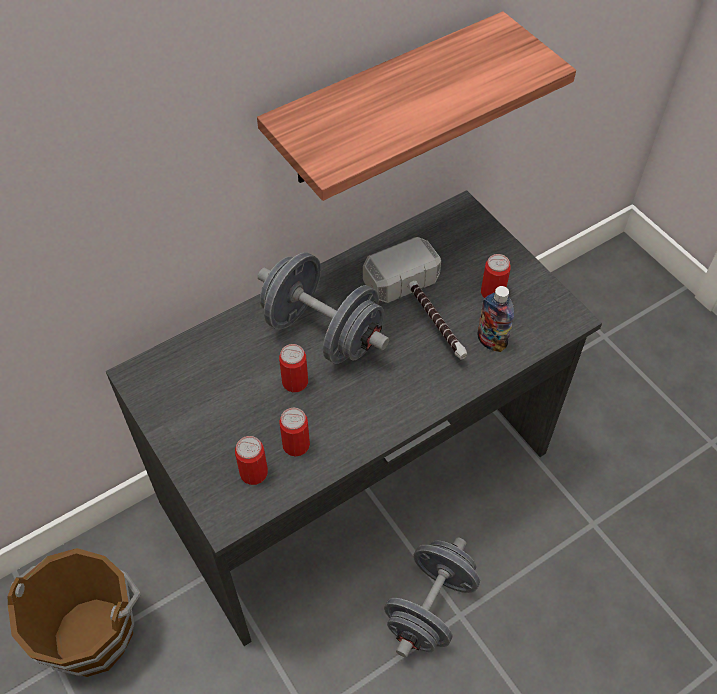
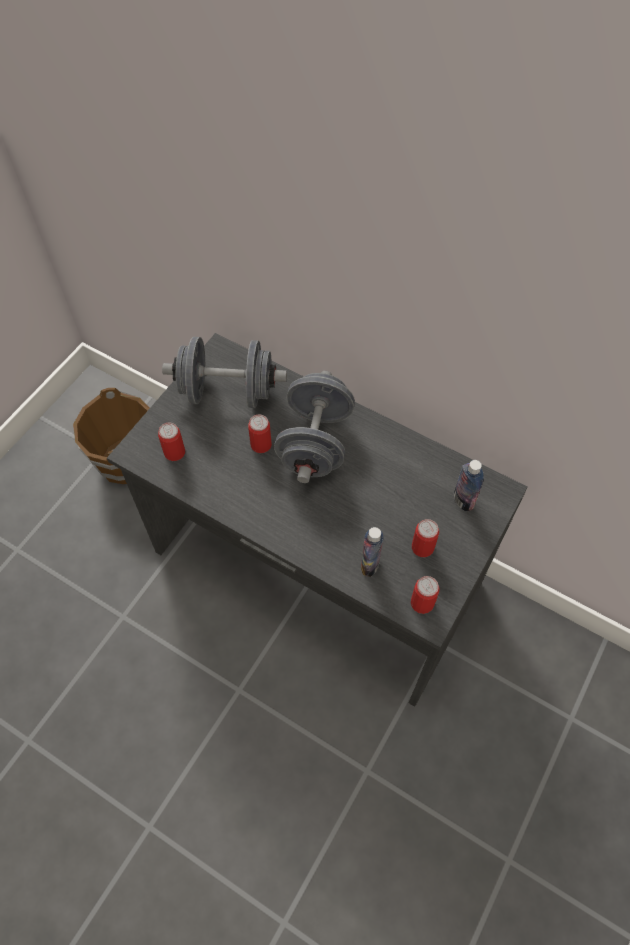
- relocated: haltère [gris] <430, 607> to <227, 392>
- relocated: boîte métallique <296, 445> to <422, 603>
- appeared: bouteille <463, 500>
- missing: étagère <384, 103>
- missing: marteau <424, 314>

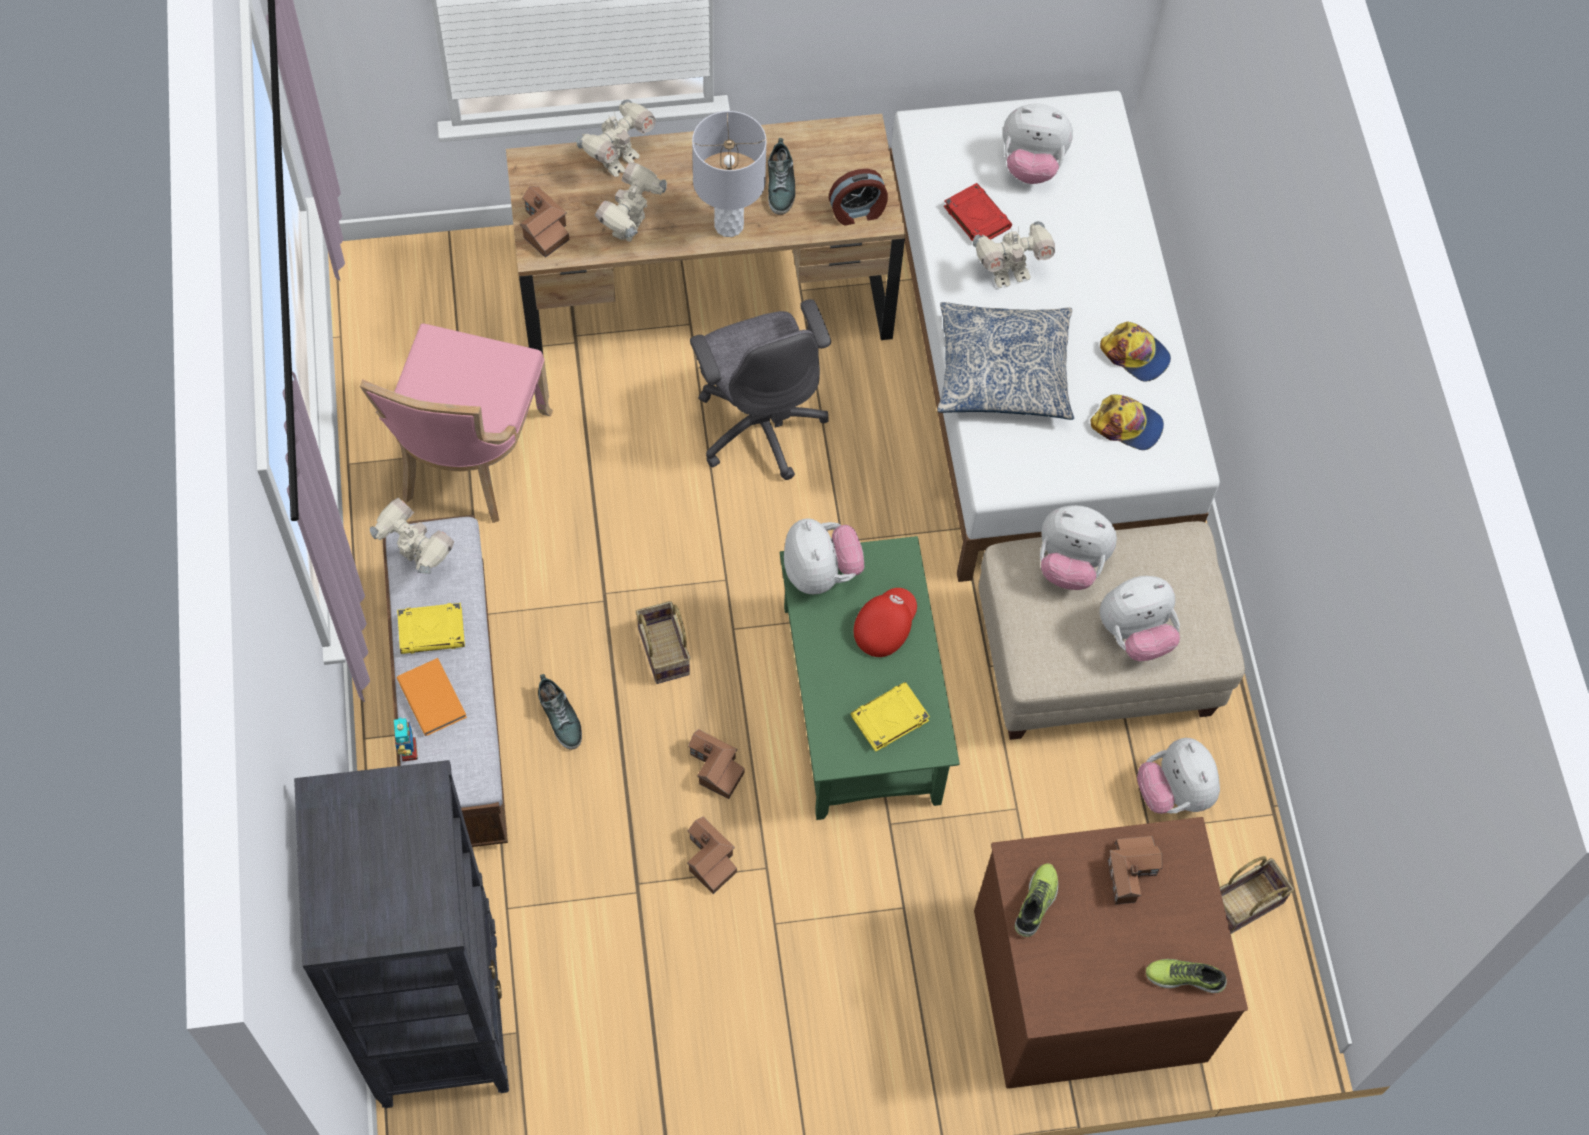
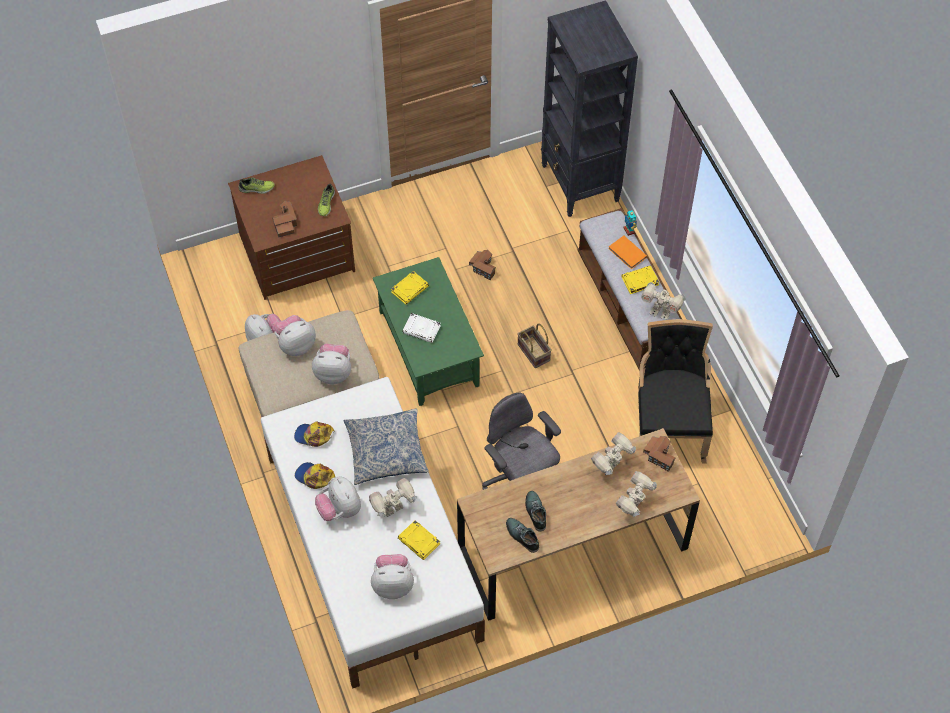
- relocated: peluche <821, 572> to <340, 509>
- colour: livre [rouge] <976, 217> to livre [jaune] <419, 541>
- exchanged: casquette [rouge] <884, 627> to livre [blanc] <422, 329>
- relocated: chaussure <560, 717> to <522, 536>
- spun: robot jouet <632, 228> = <611, 467> 150 degrees counterclockwise
- colour: chaise [rose] <469, 459> to chaise [noir] <668, 426>
- missing: maison miniature <714, 768>
- missing: lampe de table [gris] <729, 225>
- missing: réveil <857, 212>
- missing: panier <1245, 905>

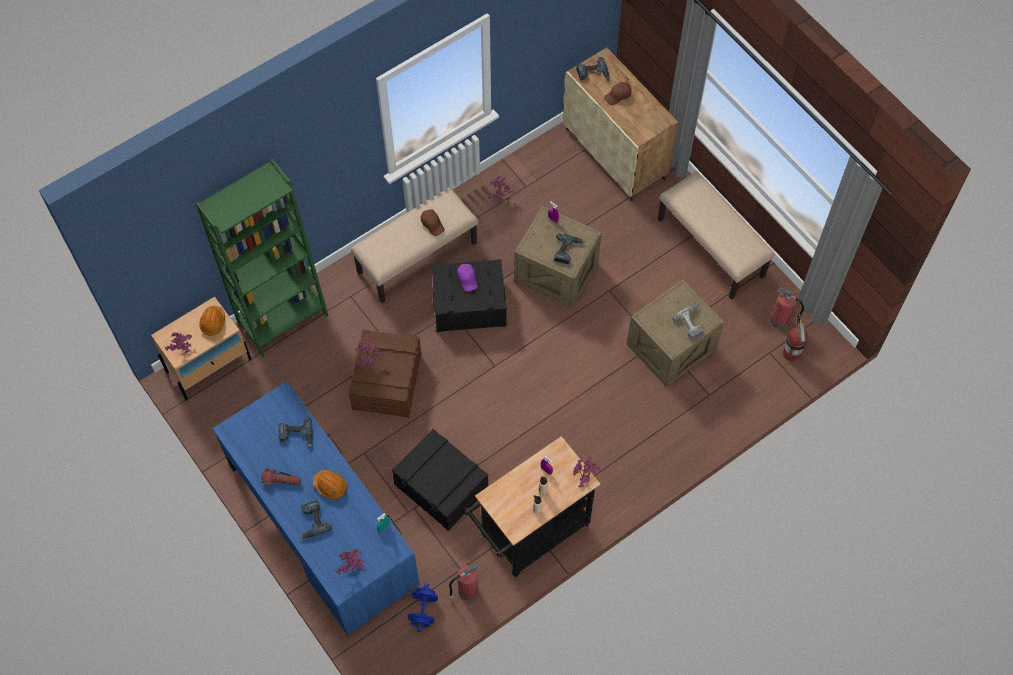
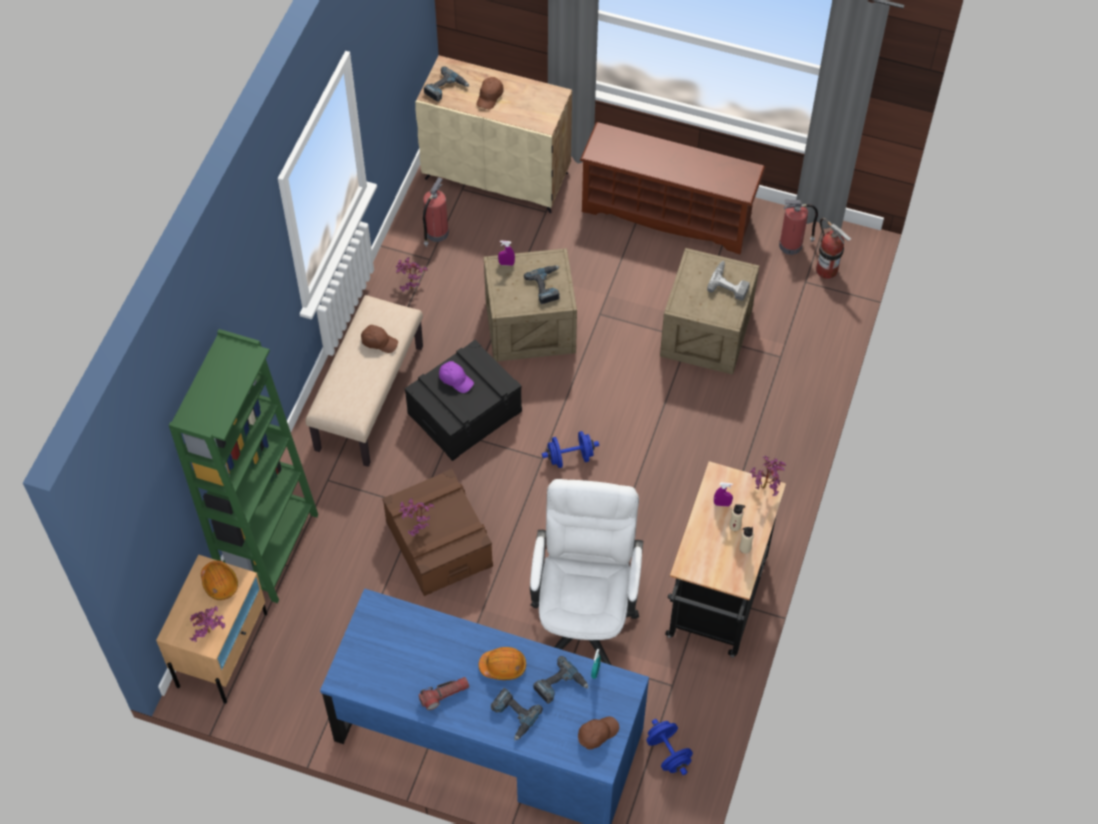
- relocated: extincteur <467, 590> to <436, 233>
- exchanged: boîte de rangement [noir] <441, 486> to chaise de bureau [blanc] <584, 614>
- relocated: perceuse <296, 435> to <560, 685>
- appeared: haltère [bleu] <570, 457>
- exchanged: plante en pot <353, 567> to casquette [marron] <597, 733>
- exchanged: banc [beige] <711, 248> to étagère à chaussures [marron] <668, 214>

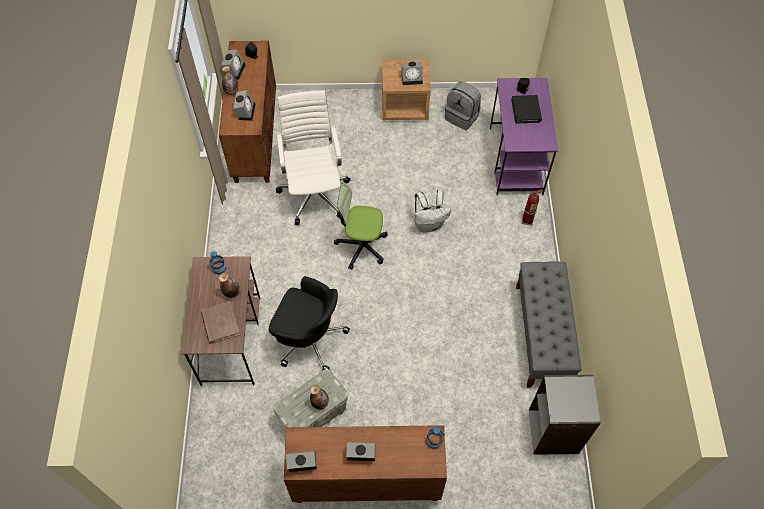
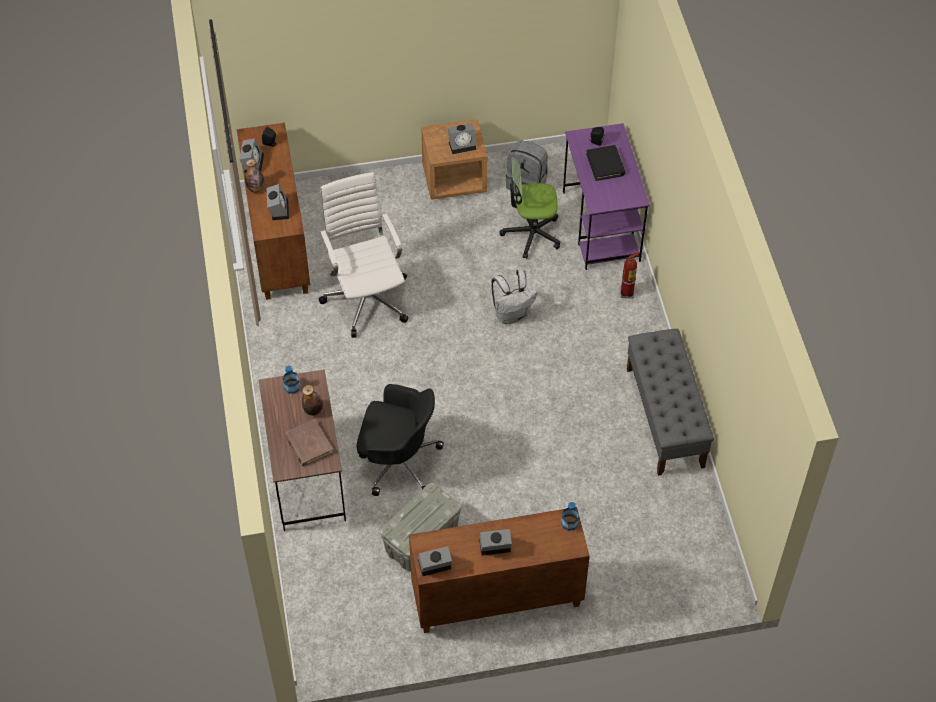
- relocated: chaise de bureau <362, 246> to <531, 233>
- missing: bouteille <320, 403>
- missing: bibliothèque [gris] <554, 431>

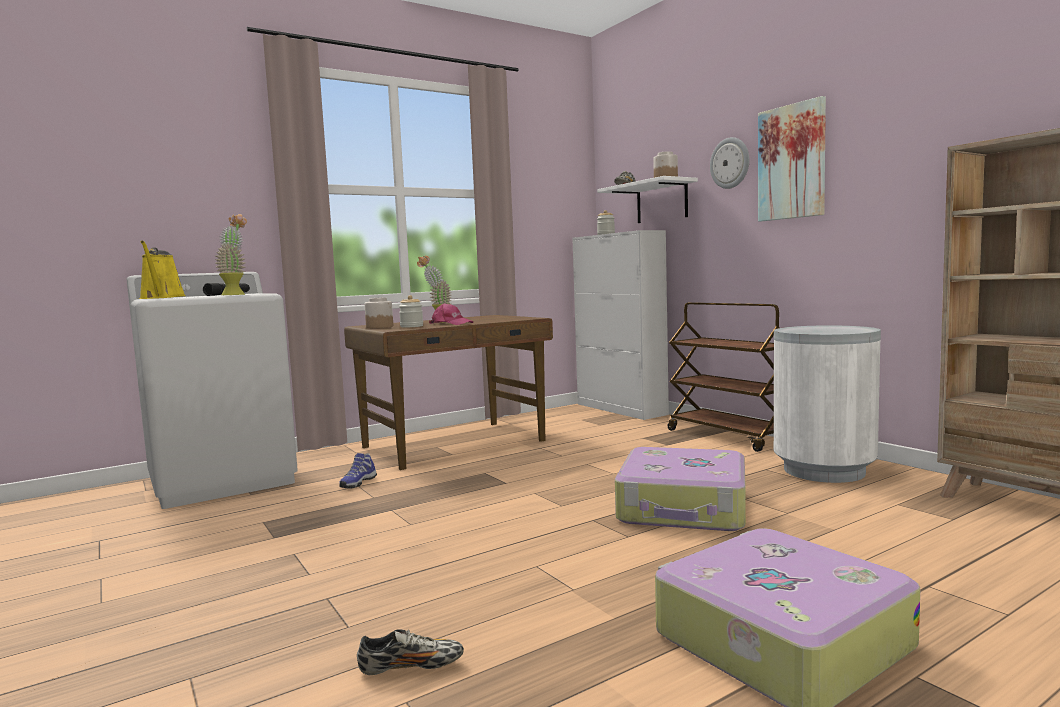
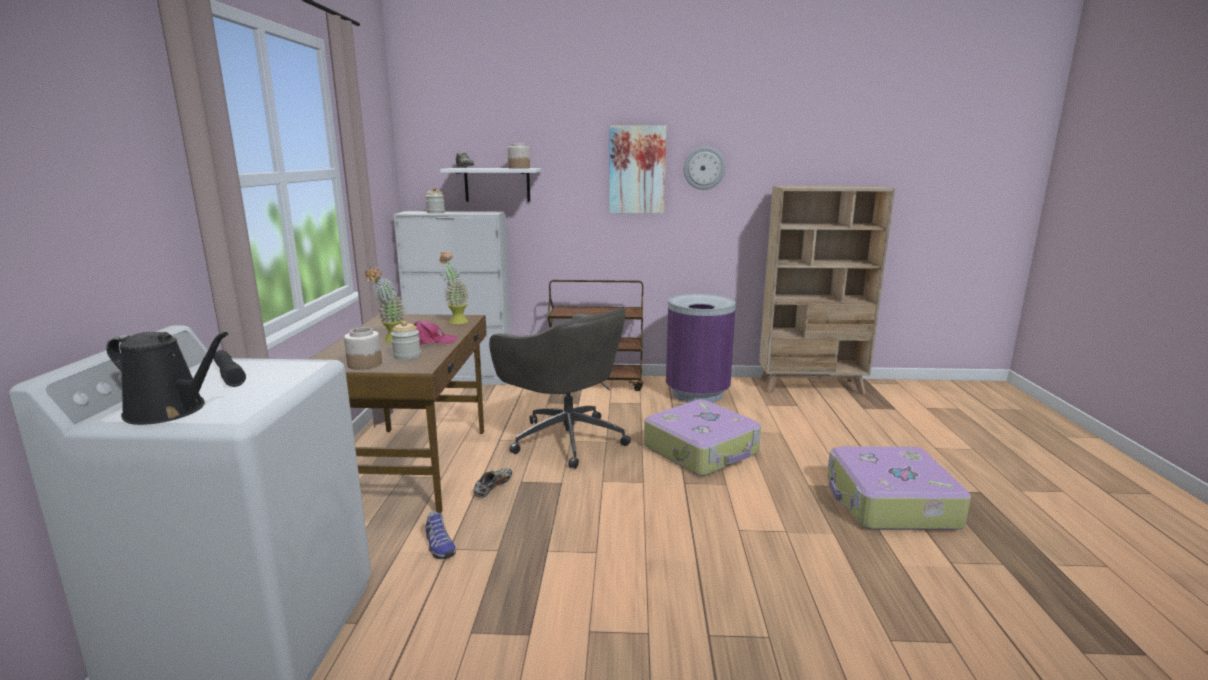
- colour: arrosoir [jaune] <161, 298> to arrosoir [noir] <171, 411>
- relocated: plante en pot <236, 294> to <455, 321>
- relocated: chaussure <411, 668> to <493, 488>
- appeared: chaise de bureau [gris] <566, 438>
- colour: poubelle [blanc] <824, 470> to poubelle [violet] <697, 394>
- relocated: horloge murale <730, 163> to <704, 168>

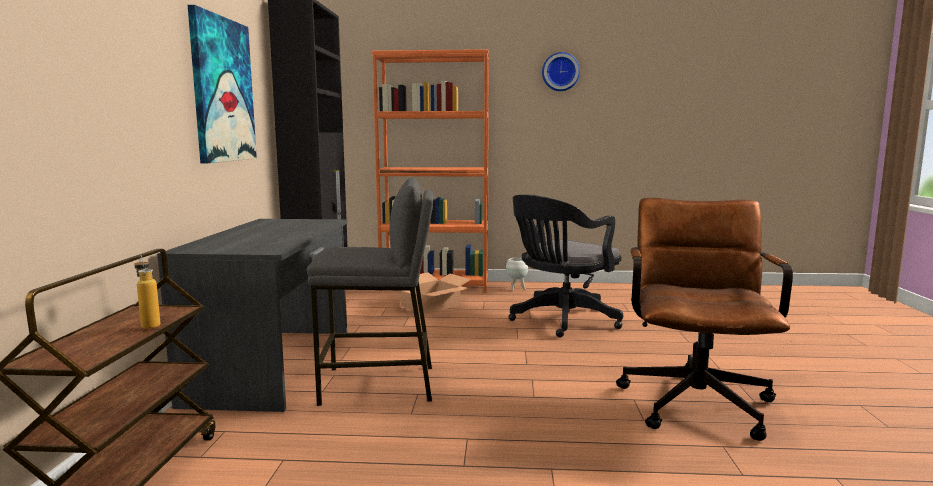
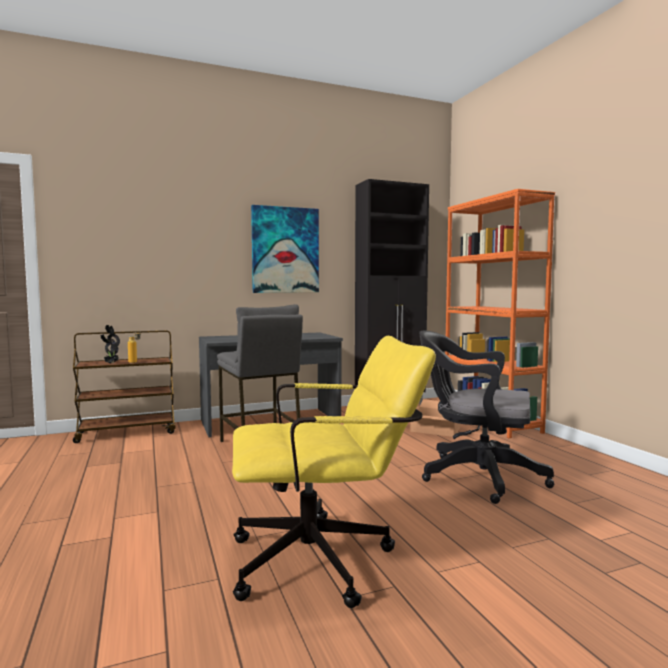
- appeared: plante en pot <111, 363>
- colour: chaise de bureau [marron] <695, 398> to chaise de bureau [jaune] <326, 559>
- missing: cache-pot [blanc] <516, 289>
- missing: horloge murale <560, 72>

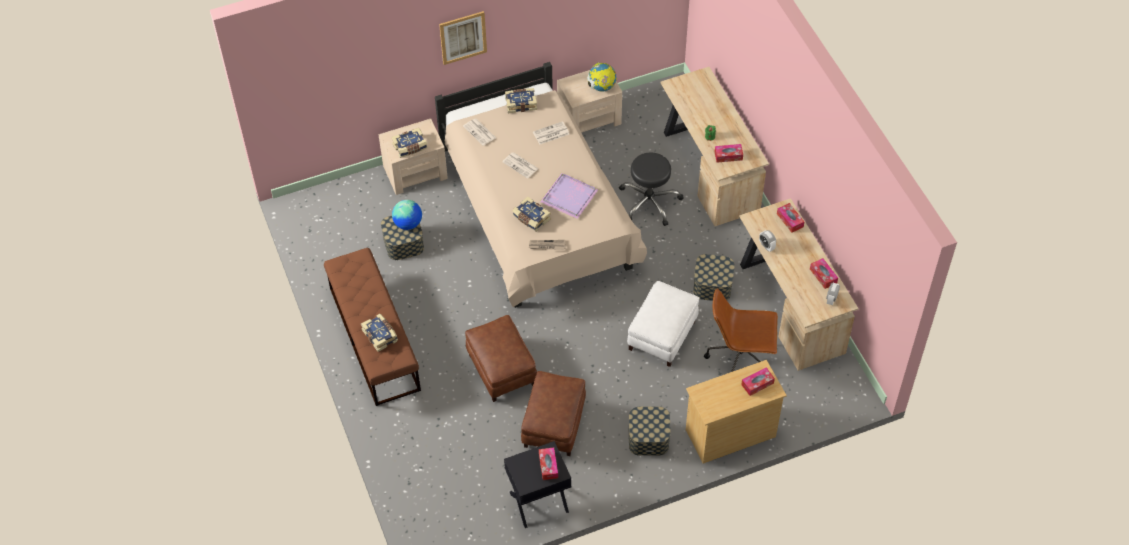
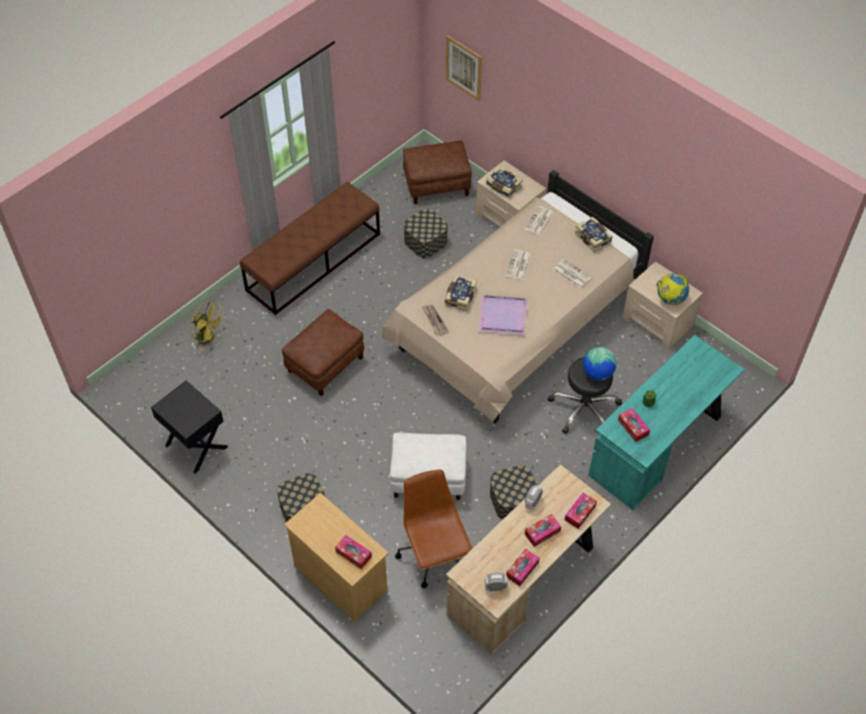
- appeared: ventilateur [jaune] <209, 338>
- relocated: pouf [marron] <553, 424> to <437, 184>
- relocated: tableau <463, 37> to <464, 68>
- relocated: boîte à mouchoirs <548, 466> to <542, 533>
- relocated: globe <408, 224> to <598, 373>
- colour: bureau [beige] <709, 169> to bureau [turquoise] <659, 445>
- missing: livre <380, 335>

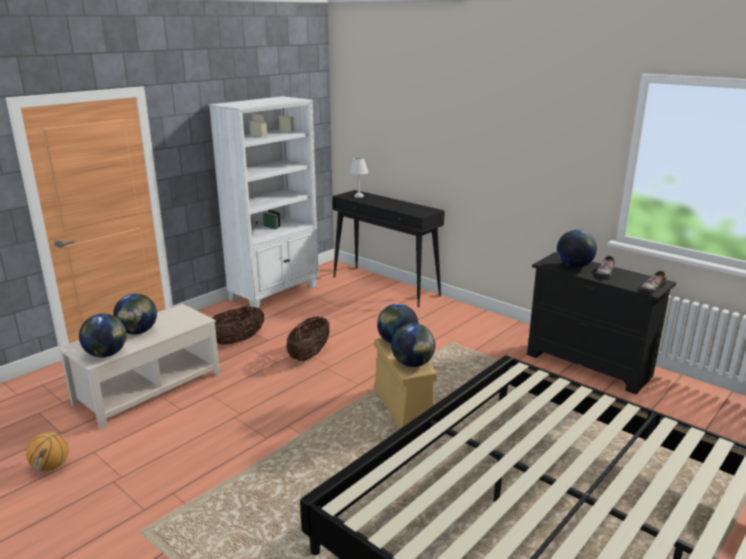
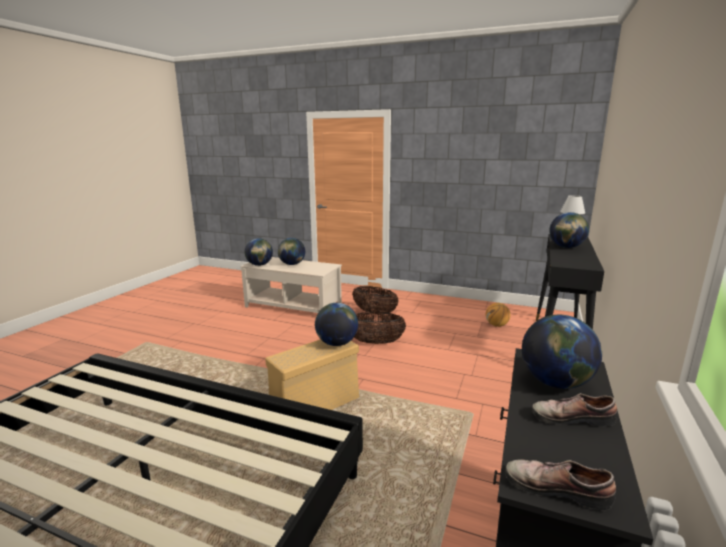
- relocated: ballon de basket <51, 467> to <497, 325>
- relocated: globe <412, 364> to <566, 247>
- missing: bibliothèque [blanc] <275, 293>

